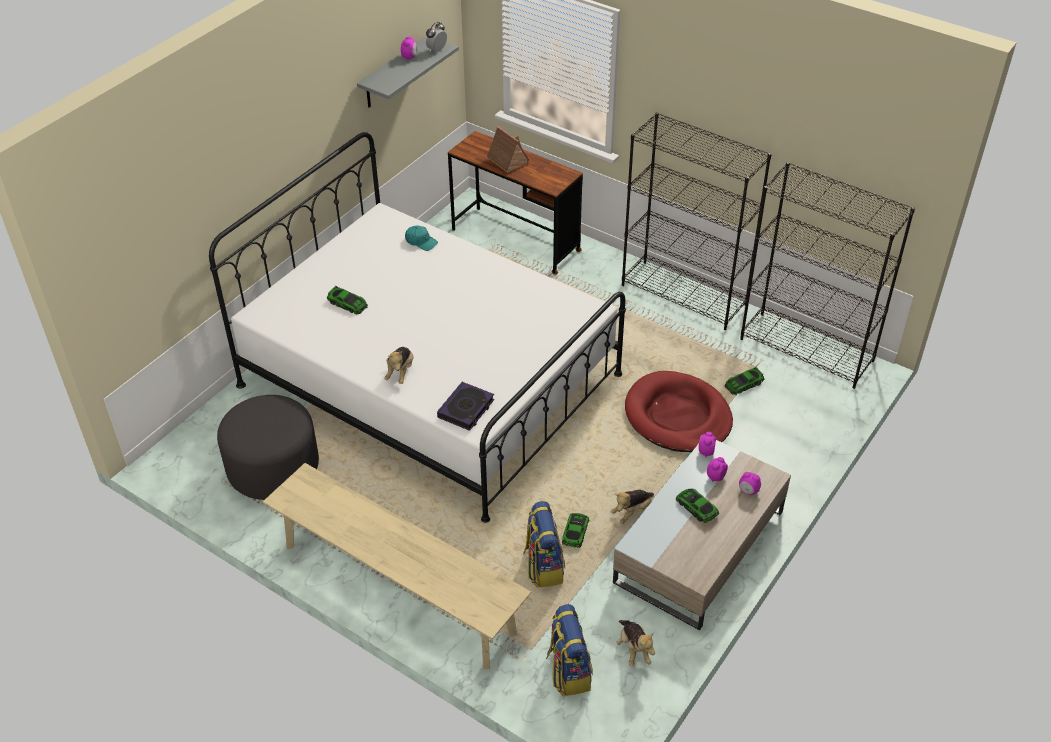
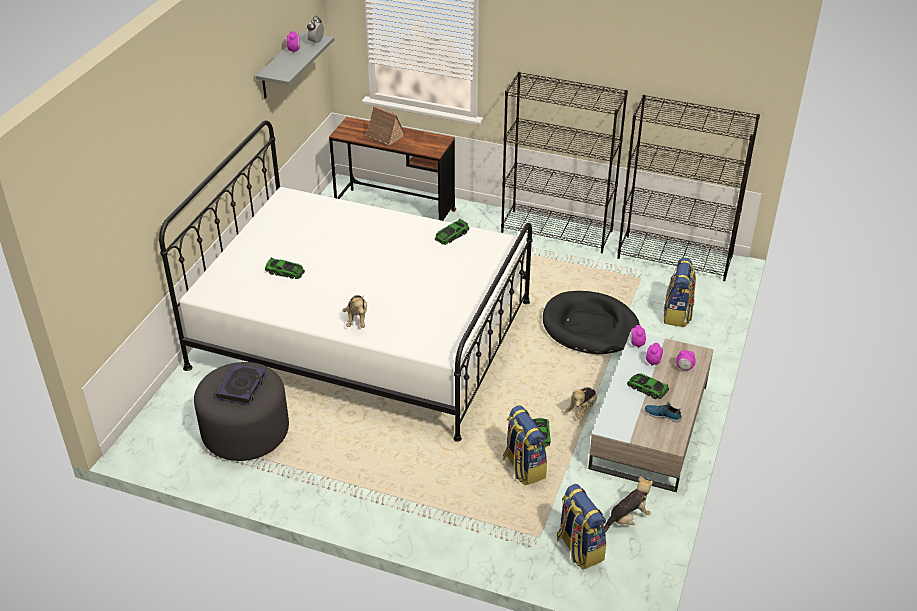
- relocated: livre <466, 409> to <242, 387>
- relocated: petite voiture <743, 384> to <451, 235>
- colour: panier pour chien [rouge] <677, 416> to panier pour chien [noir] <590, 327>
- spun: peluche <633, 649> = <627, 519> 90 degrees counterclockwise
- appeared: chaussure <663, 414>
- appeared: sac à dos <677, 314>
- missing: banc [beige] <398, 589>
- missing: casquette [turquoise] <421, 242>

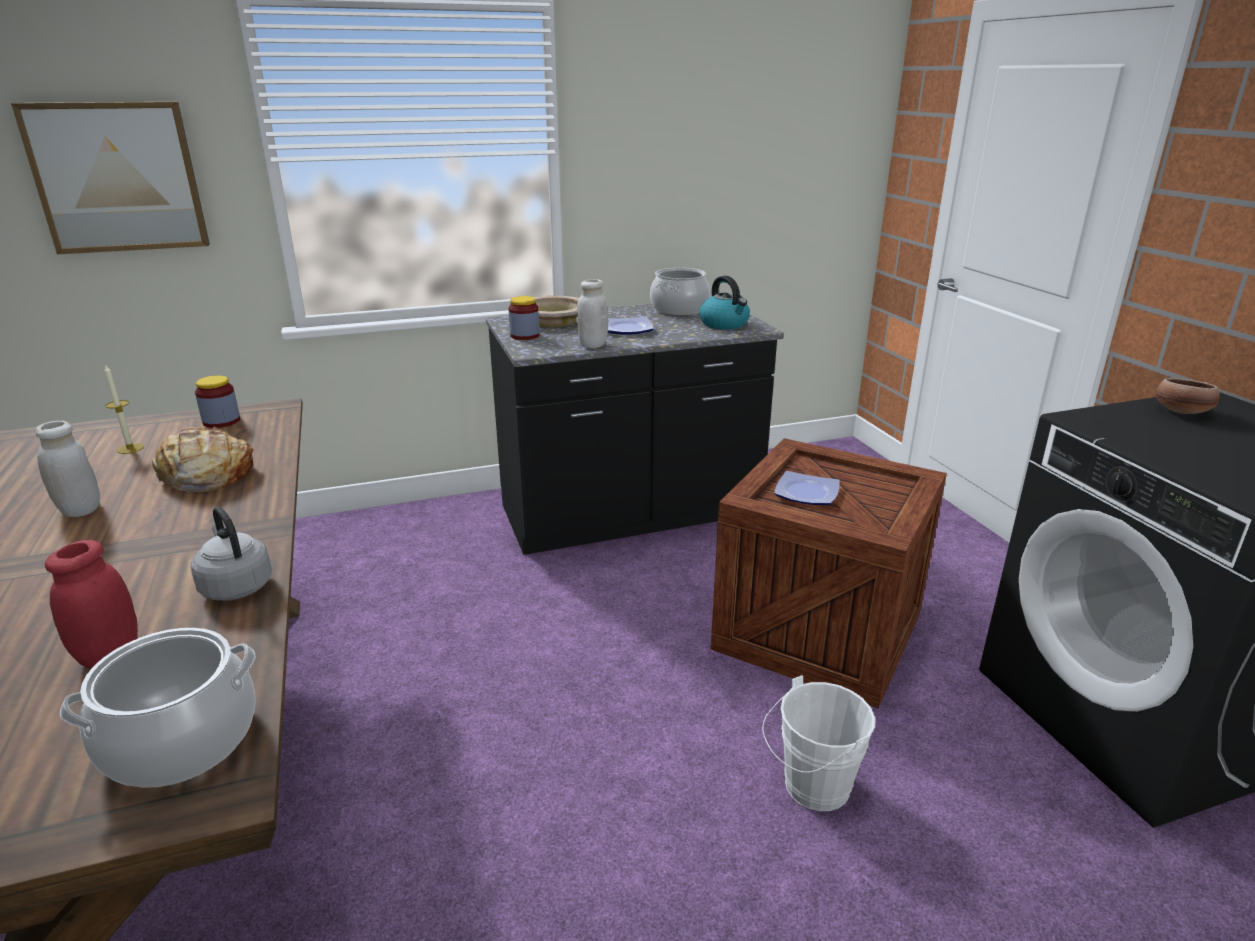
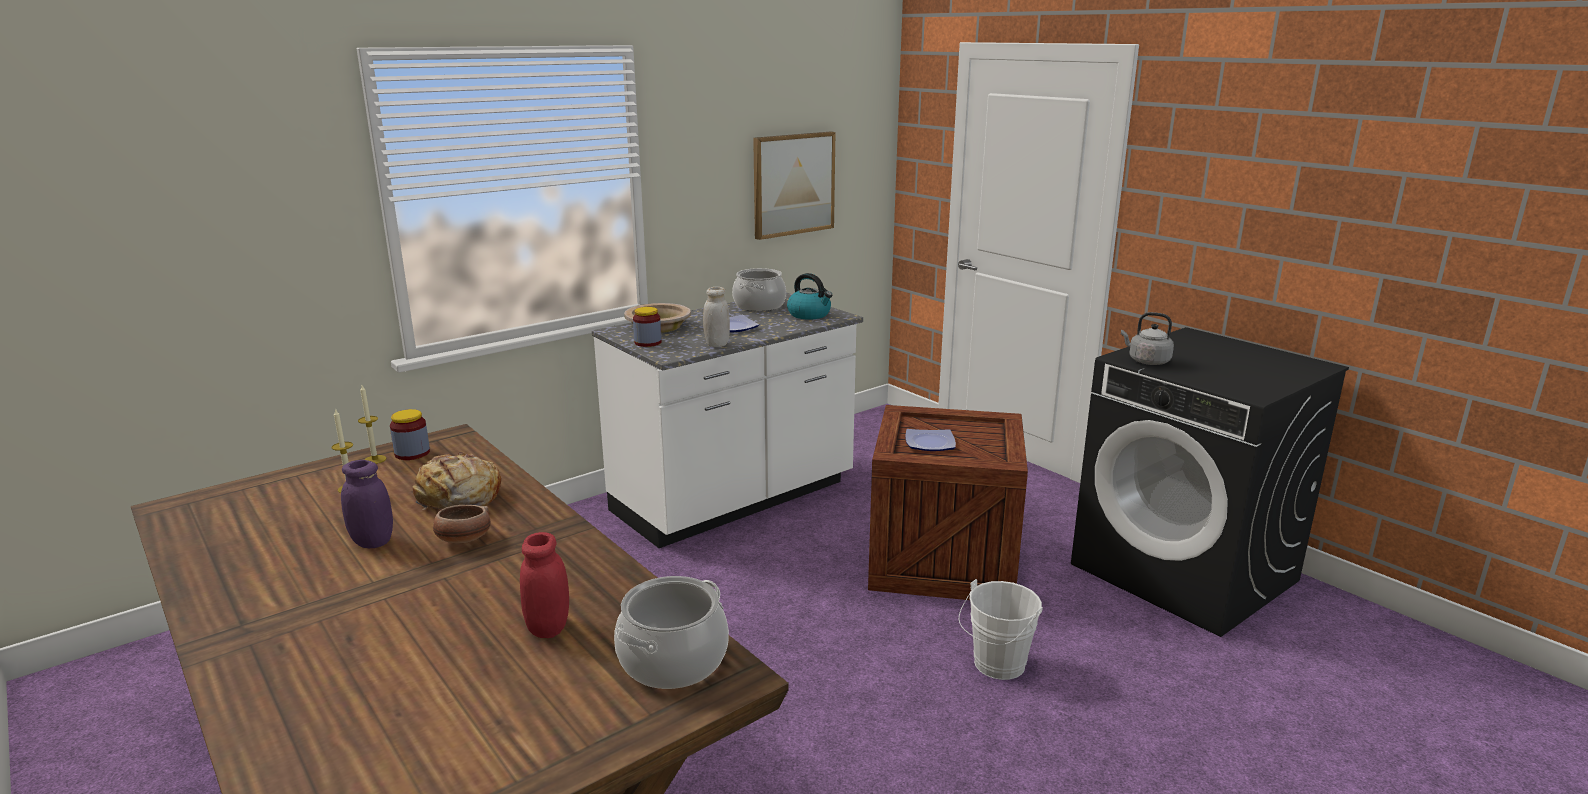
- colour: bocal [blanc] <80, 510> to bocal [violet] <372, 542>
- appeared: bougie <375, 460>
- relocated: bol <1181, 412> to <463, 540>
- colour: comptoir de cuisine [noir] <630, 516> to comptoir de cuisine [blanc] <734, 499>
- relocated: tableau <118, 178> to <793, 184>
- relocated: bouilloire [gris] <235, 586> to <1146, 361>

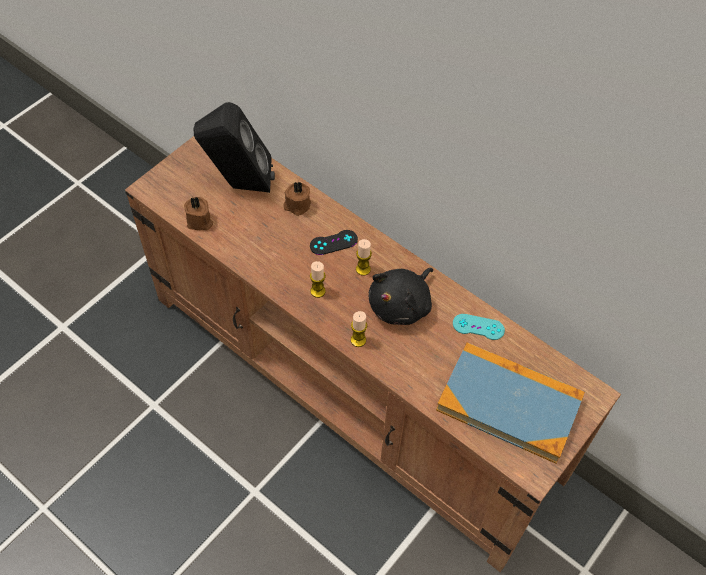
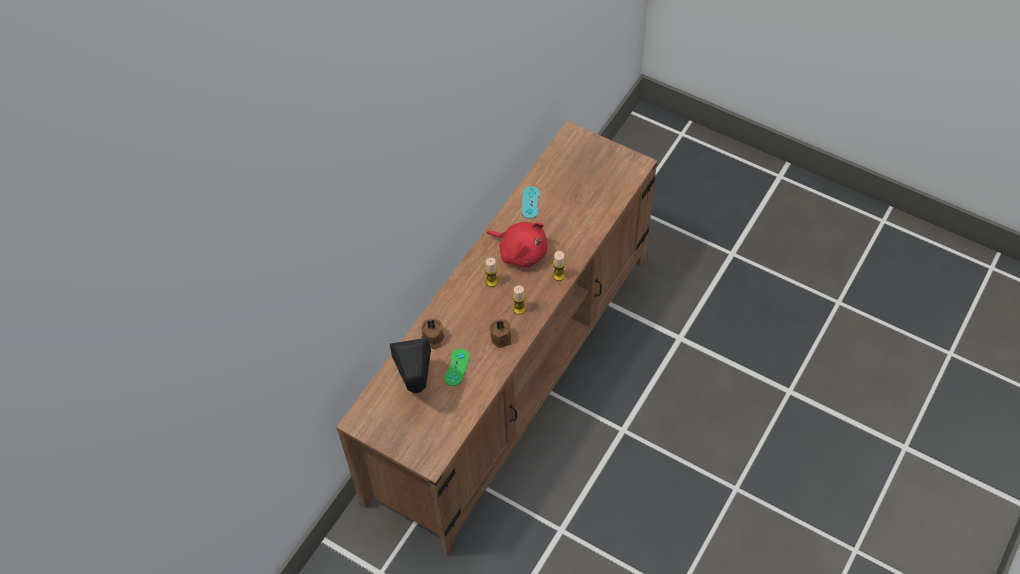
- appeared: manette [vert] <457, 367>
- colour: peluche [noir] <402, 305> to peluche [rouge] <521, 251>
- relocated: bougie [marron] <199, 222> to <501, 337>
- missing: manette [noir] <333, 242>
- missing: livre <509, 404>

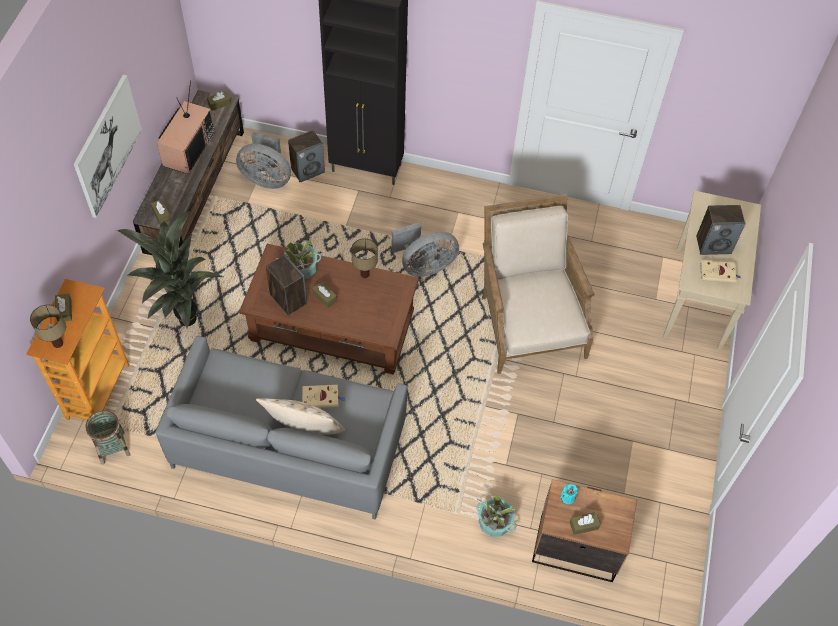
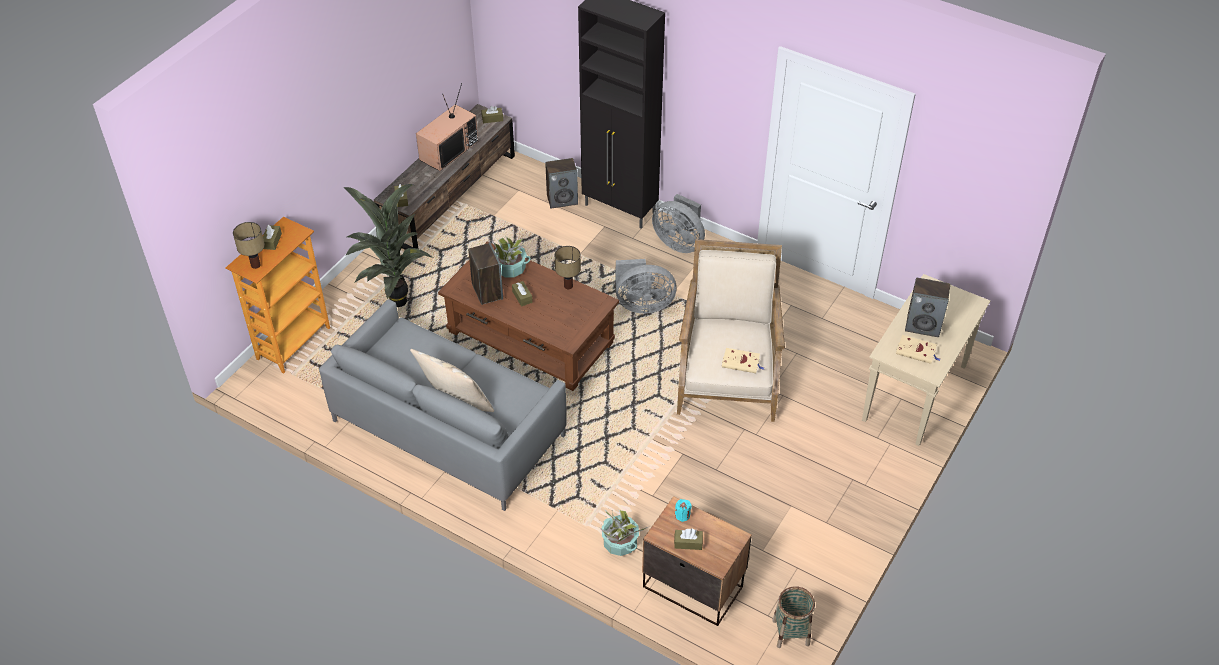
- relocated: ventilateur [gris] <266, 178> to <679, 243>
- relocated: livre [beige] <321, 398> to <741, 363>
- relocated: panier <112, 447> to <790, 632>
- missing: tableau <107, 145>

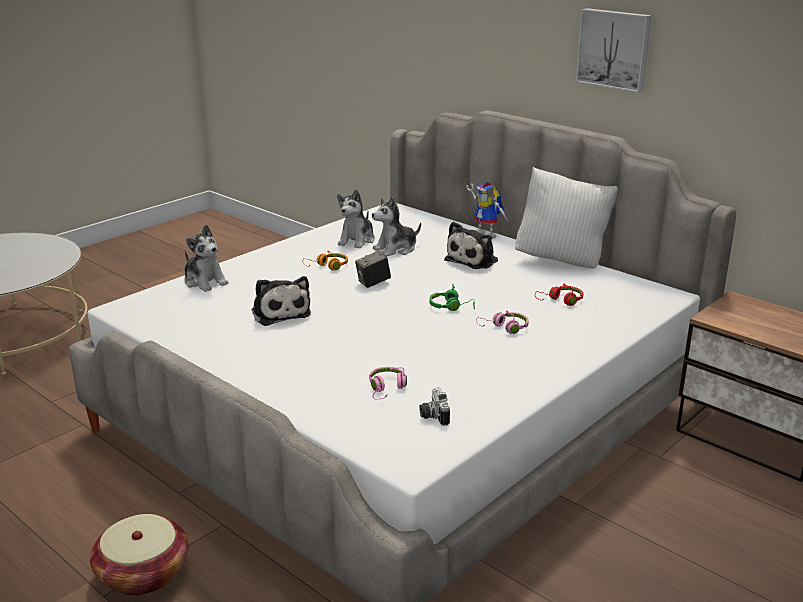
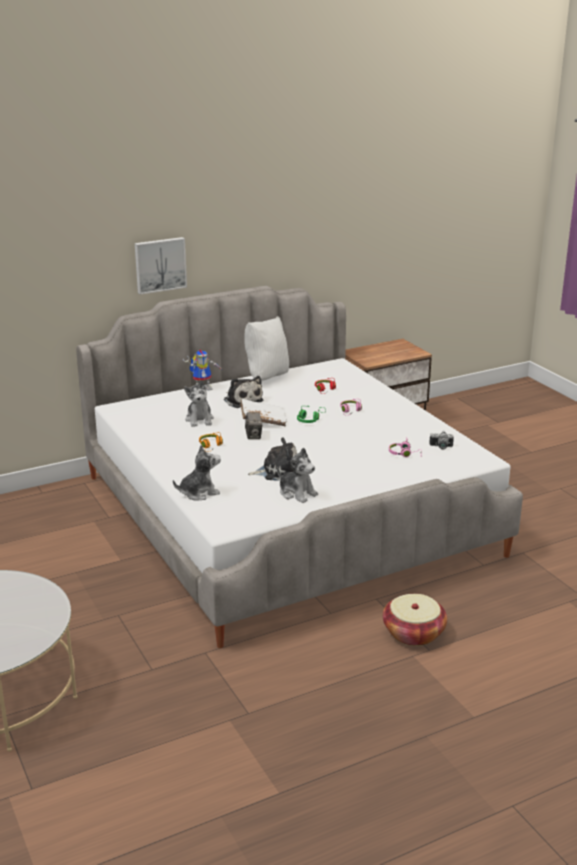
- relocated: tableau <614, 49> to <160, 265>
- appeared: livre [blanc] <263, 420>
- relocated: peluche <357, 240> to <297, 493>

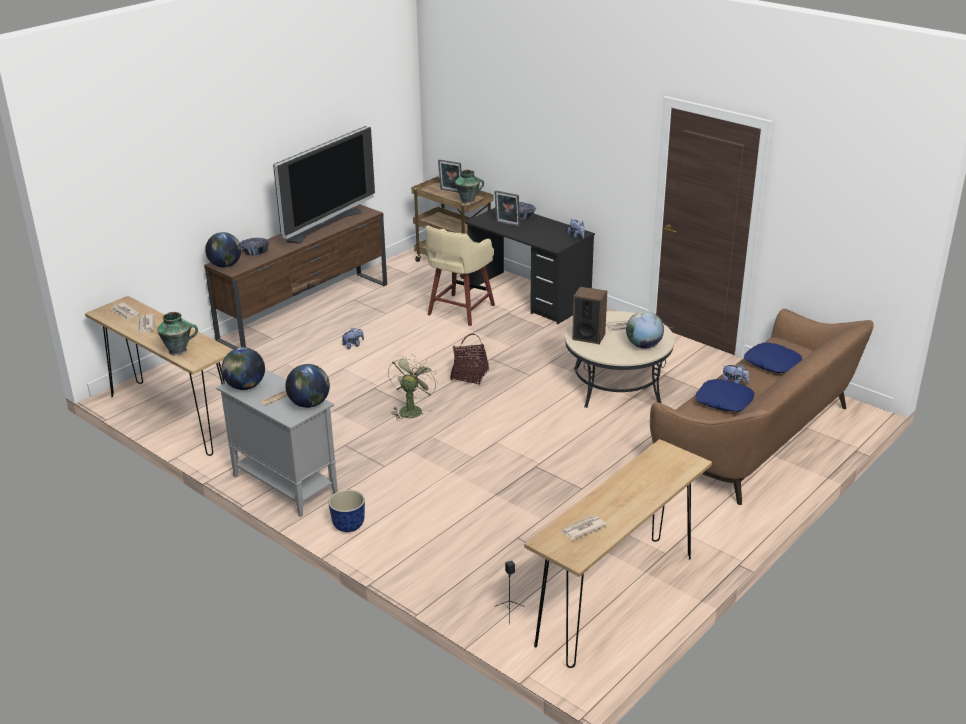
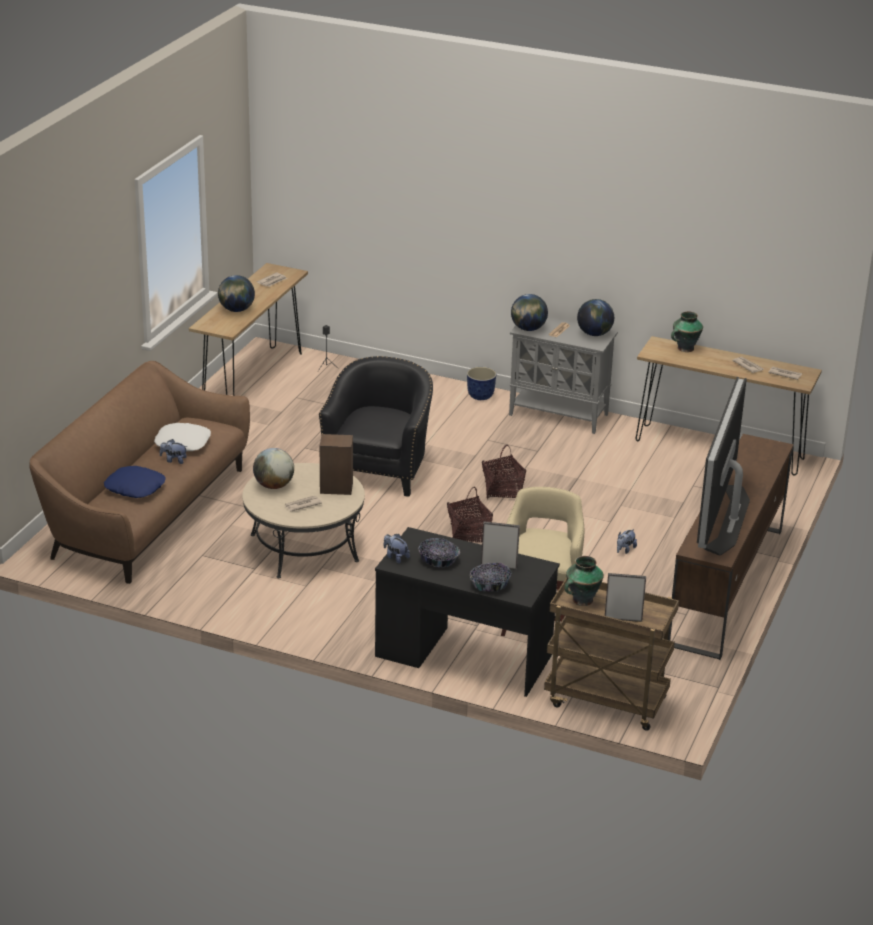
- colour: coussin [bleu] <724, 401> to coussin [blanc] <183, 442>
- relocated: globe <225, 265> to <236, 310>
- appeared: fauteuil [noir] <379, 470>
- relocated: bol <255, 252> to <438, 560>
- exchanged: ventilateur [vert] <411, 409> to panier <502, 491>

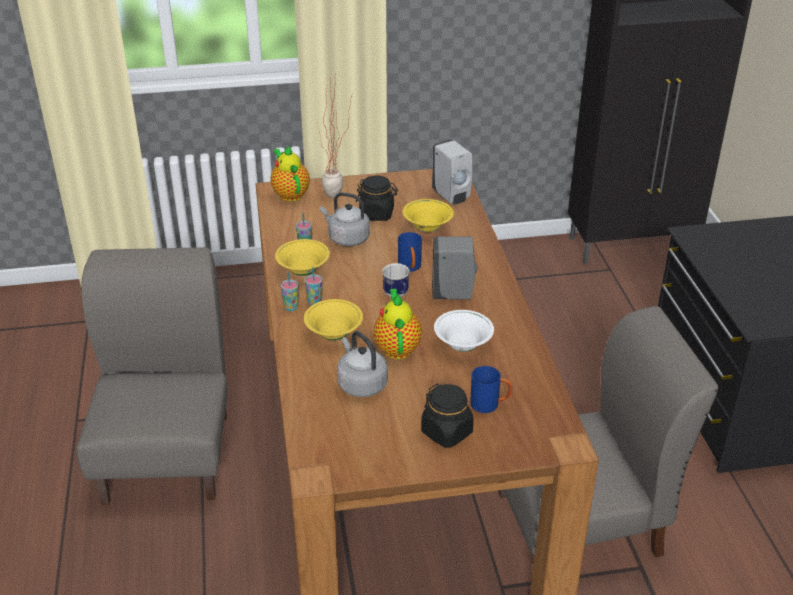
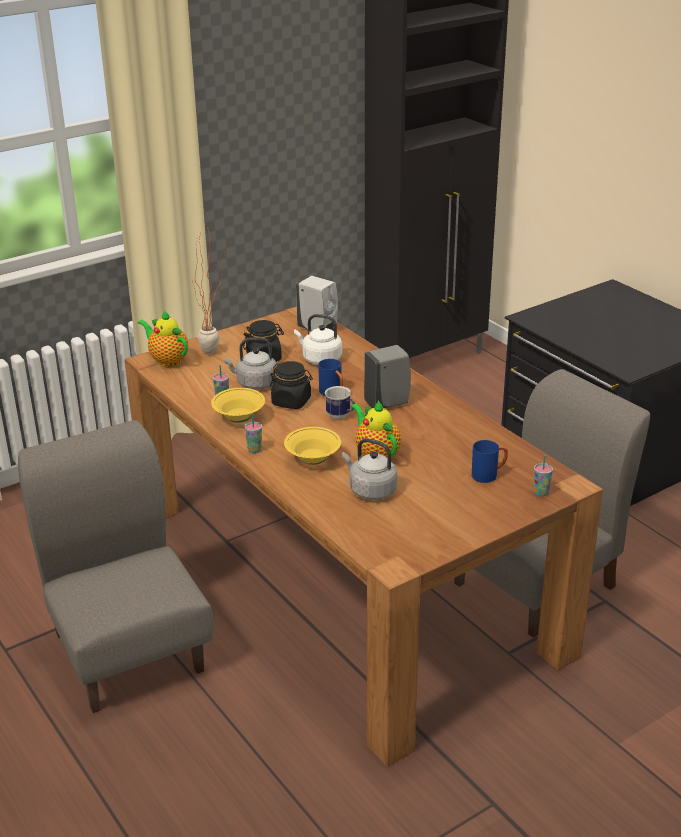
- relocated: bocal [noir] <447, 432> to <291, 401>
- exchanged: bol [jaune] <427, 228> to bouilloire [blanc] <320, 359>
- relocated: tasse <315, 302> to <541, 493>
- missing: bol [blanc] <462, 346>

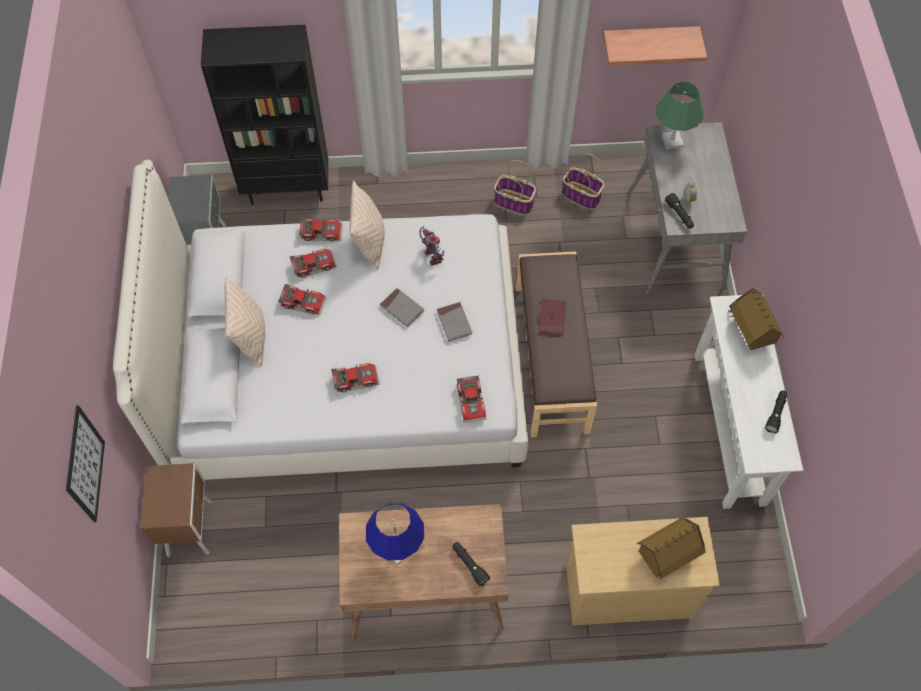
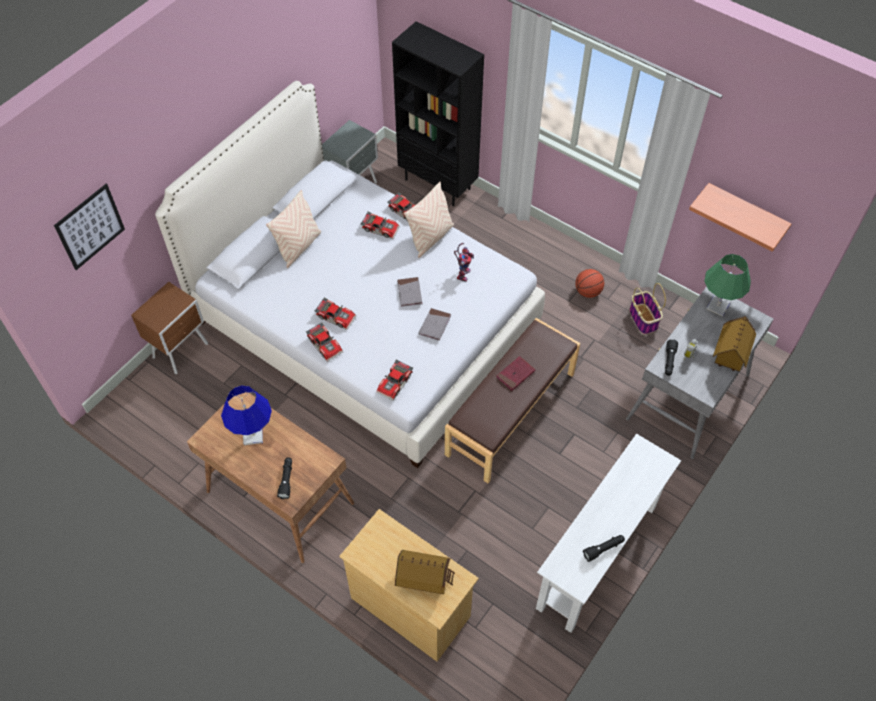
- relocated: petite voiture <303, 301> to <326, 344>
- exchanged: panier <514, 202> to ballon de basket <588, 291>
- relocated: maison miniature <750, 331> to <729, 355>

